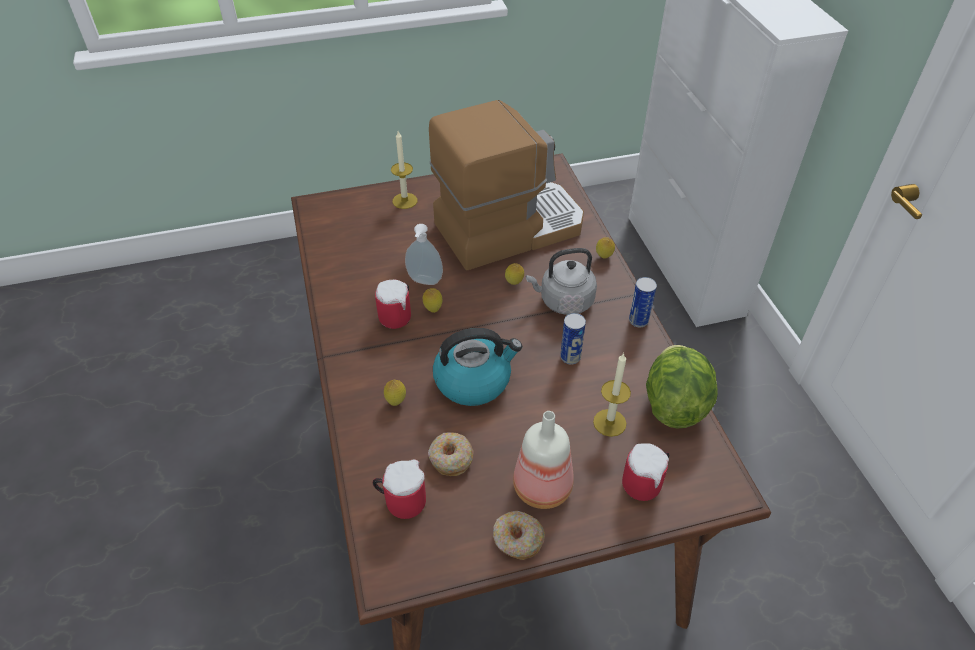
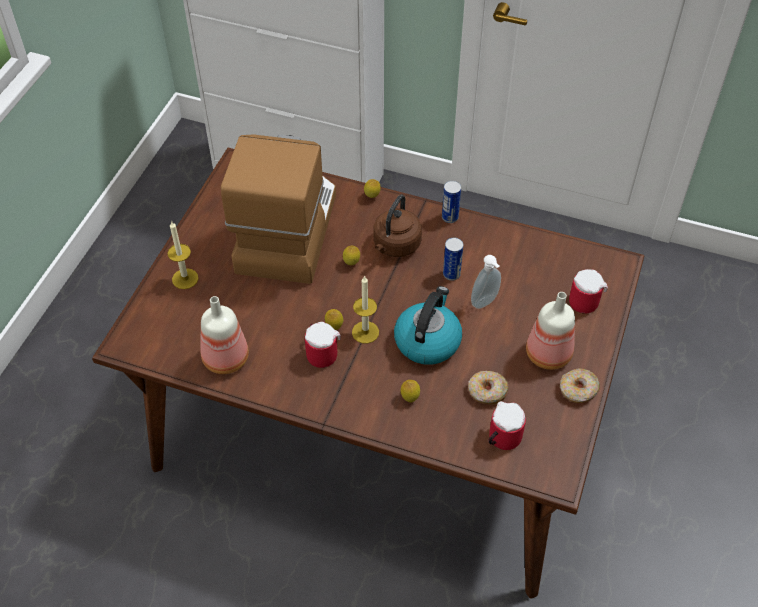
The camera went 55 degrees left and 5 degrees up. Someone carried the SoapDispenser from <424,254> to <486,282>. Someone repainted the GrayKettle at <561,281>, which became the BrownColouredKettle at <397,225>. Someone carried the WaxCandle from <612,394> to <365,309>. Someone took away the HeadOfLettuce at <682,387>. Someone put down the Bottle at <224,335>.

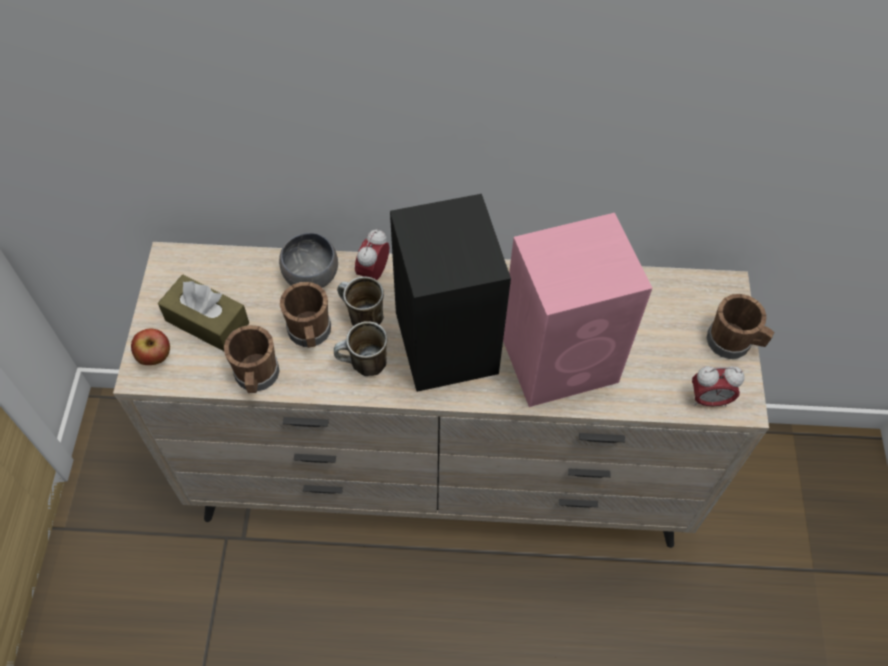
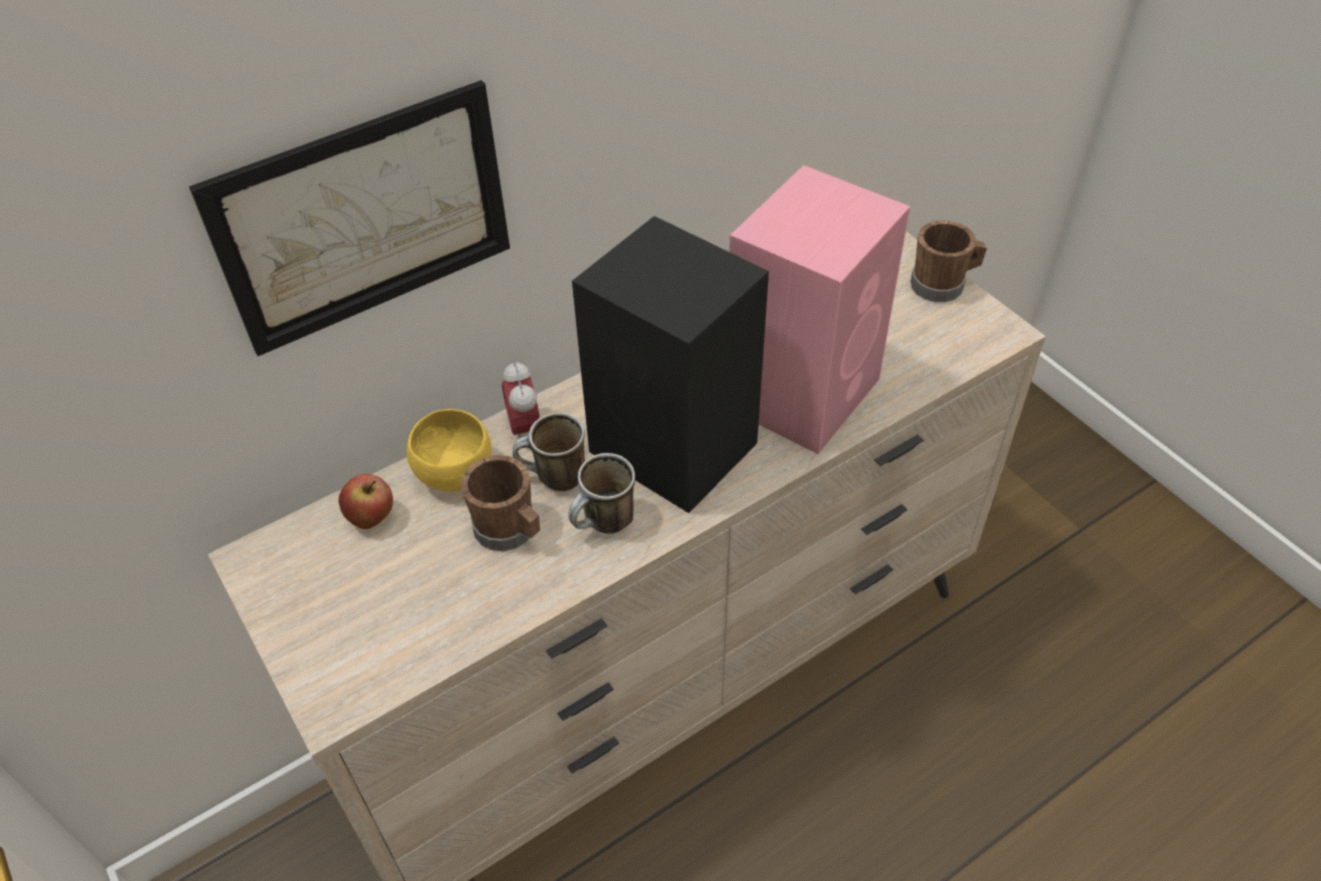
The camera went 35 degrees left and 10 degrees down. Someone carried the AppleFruit from <150,347> to <365,501>. Someone took away the BrownColouredBoxOfTissues at <203,313>. Someone took away the BrownColouredMug at <252,359>. Someone repainted the GrayBowl at <308,260>, which became the YellowColouredBowl at <449,450>. Someone took away the AlarmClock at <718,386>. Someone put up the WallPicture at <349,218>.

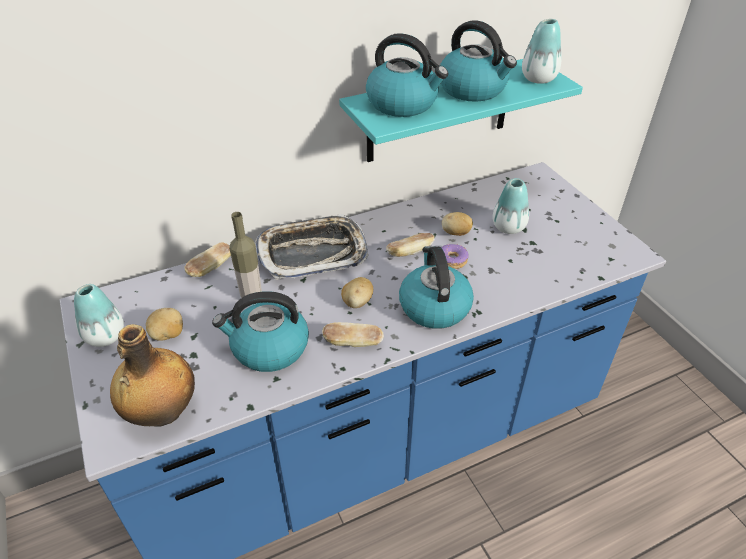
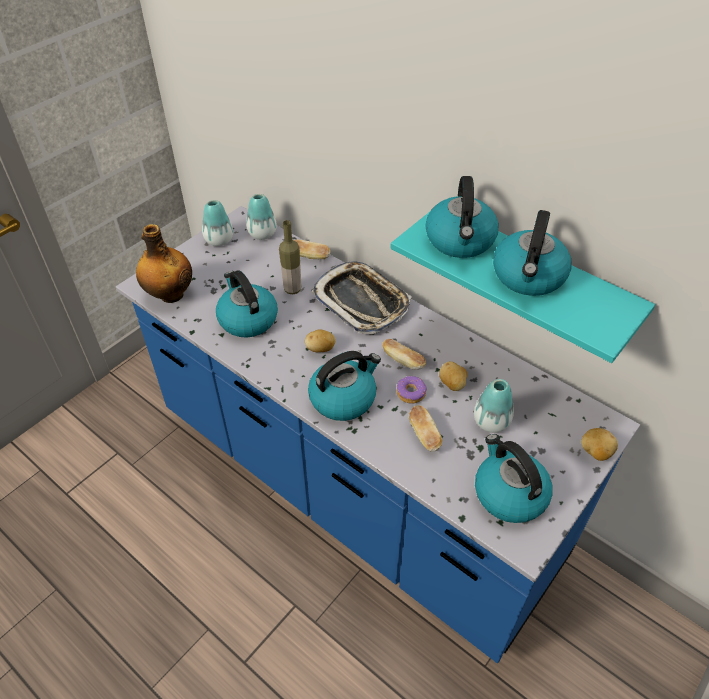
The camera went 65 degrees right and 5 degrees up. Someone carried the Spud from <164,324> to <599,444>. Someone carried the BakeryBread from <353,334> to <425,428>. Someone carried the DecorativeVase from <542,51> to <261,217>. Someone put down the Kettle at <514,478>.

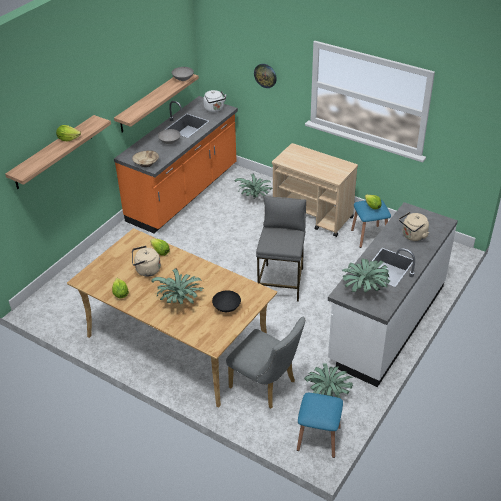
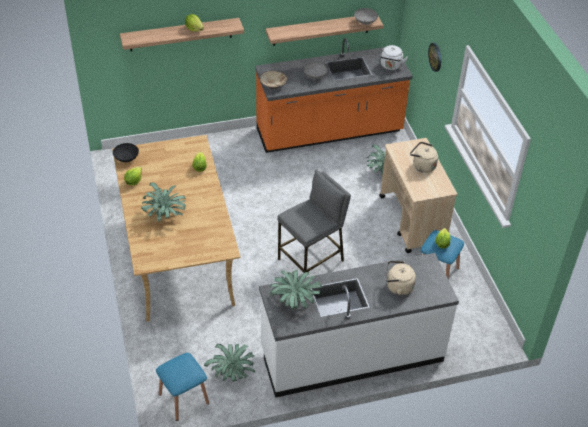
The camera went 40 degrees right and 5 degrees up. Someone carried the BeigeKettle from <146,261> to <424,157>. Someone carried the BlackishBowl from <226,301> to <126,152>. Someone took away the GrayChair at <265,363>.

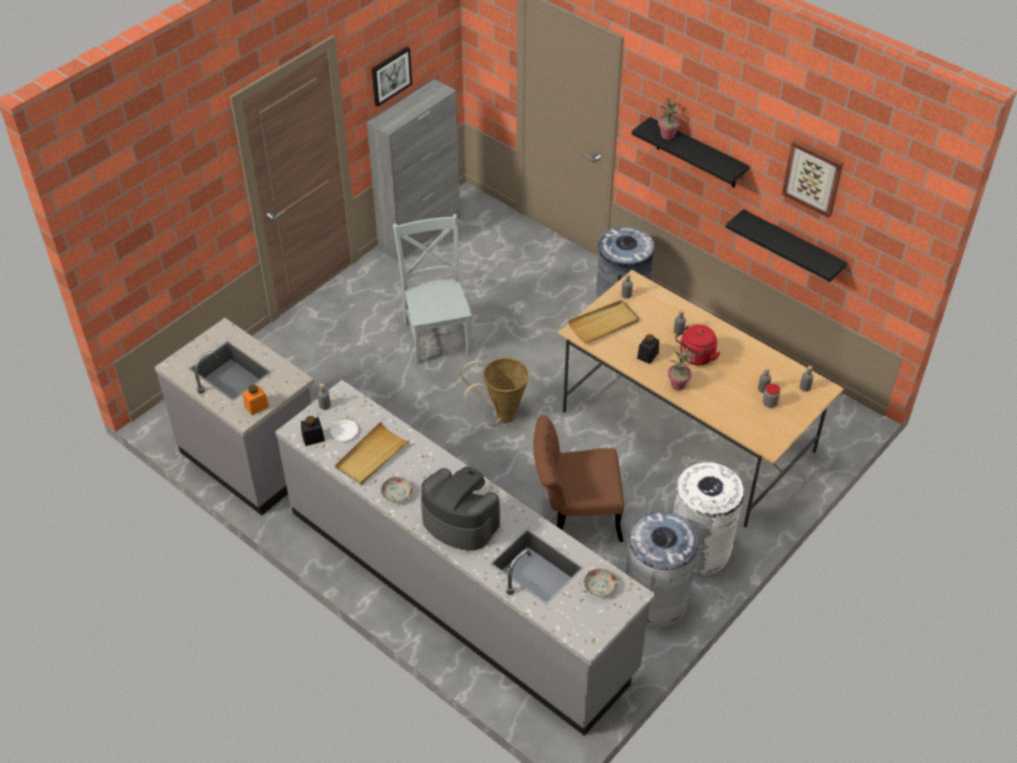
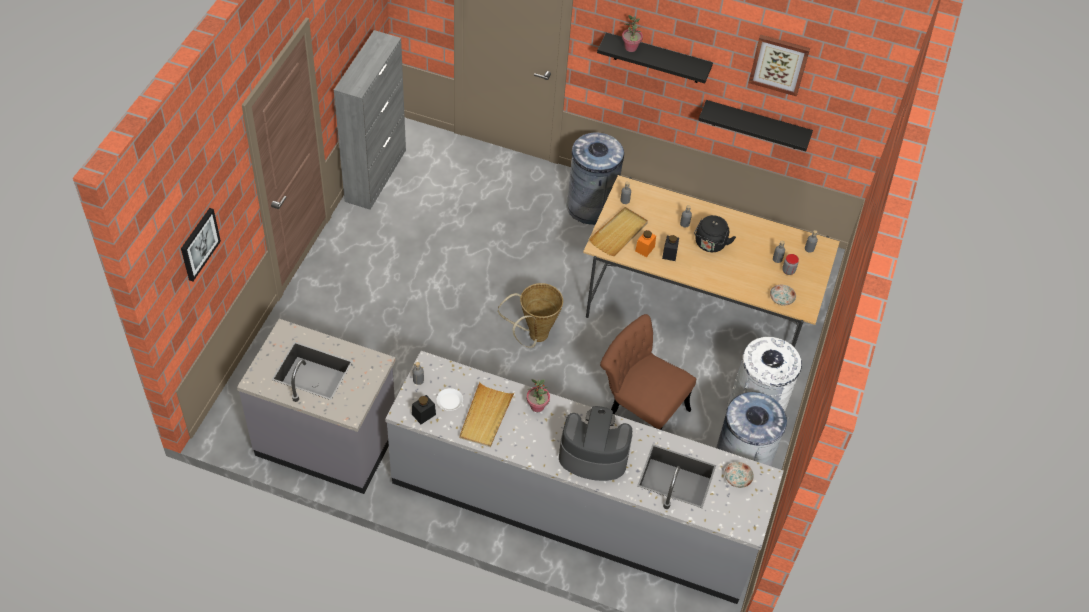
The camera went 25 degrees left and 5 degrees up. Someone carried the OrangePreserveJar from <256,399> to <645,243>. Someone carried the WallPicture from <392,77> to <201,244>. Someone carried the Plate from <397,489> to <783,295>. Someone took away the GrayChair at <432,289>. Someone rotated the BrownColouredChair at <578,478> by 60 degrees clockwise. Someone carried the PlantInAPot from <680,370> to <538,395>. Someone repainted the RedKettle at <697,345>, which became the BlackishKettle at <715,233>.

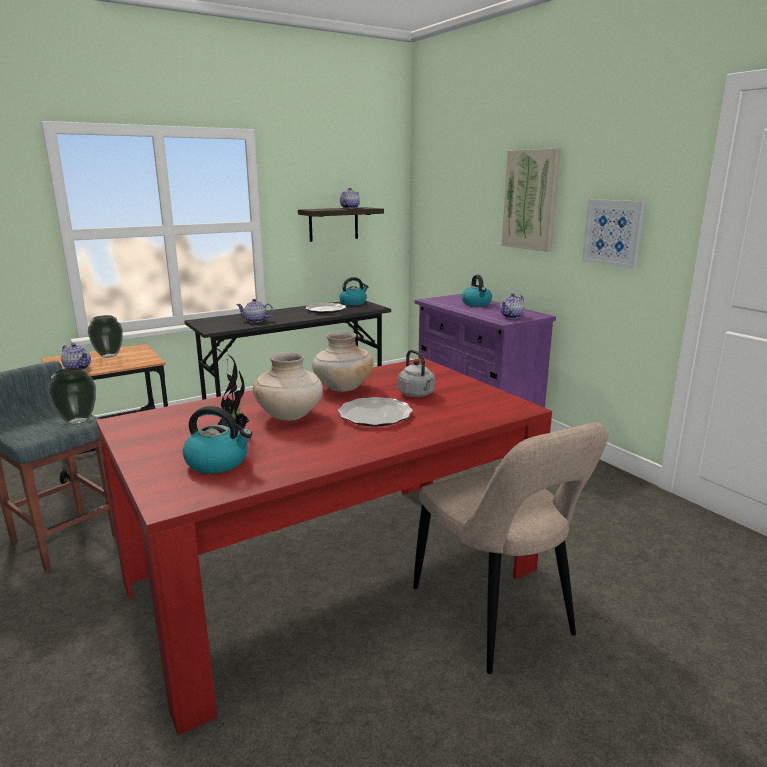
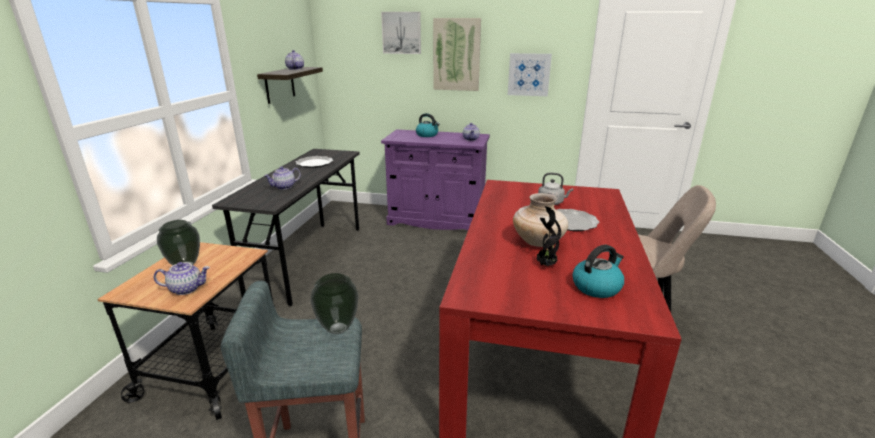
The camera went 45 degrees left and 5 degrees up. Someone took away the BeigeDecorativeVase at <343,361>. Someone took away the Kettle at <354,291>. Someone put up the WallPicture at <401,33>.

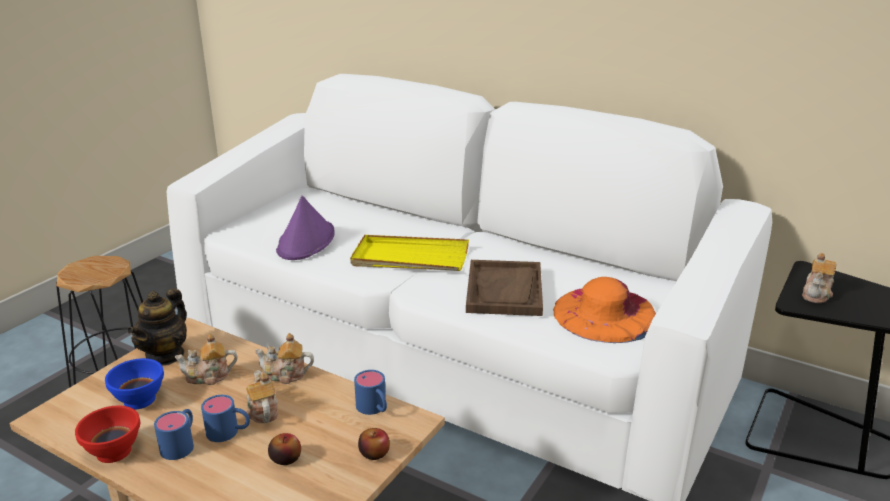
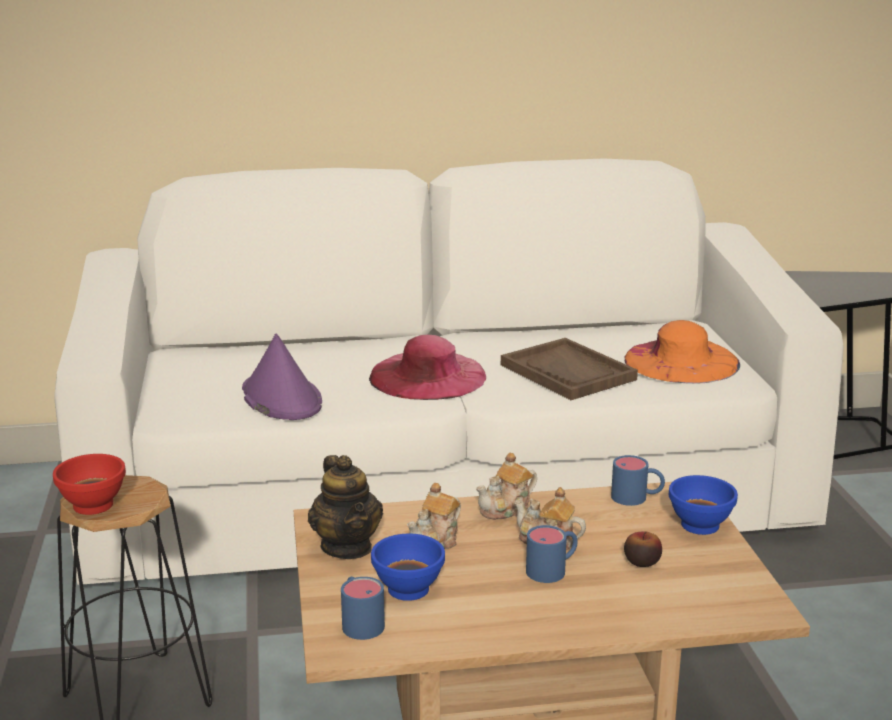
The camera went 40 degrees left and 5 degrees down. Someone carried the RedBowl from <107,434> to <89,484>. Someone carried the BluishMug from <174,434> to <363,608>. Someone swapped the YellowColouredServingTray at <409,253> for the PinkWearableHat at <427,367>. Someone swapped the AppleFruit at <374,444> for the BluishBowl at <703,505>. Someone took away the Teapot at <819,278>.

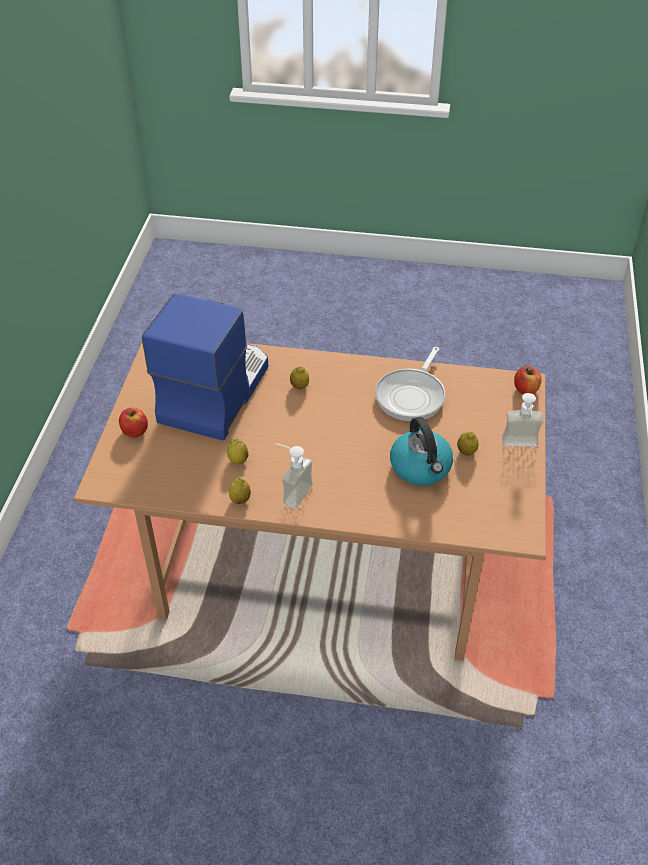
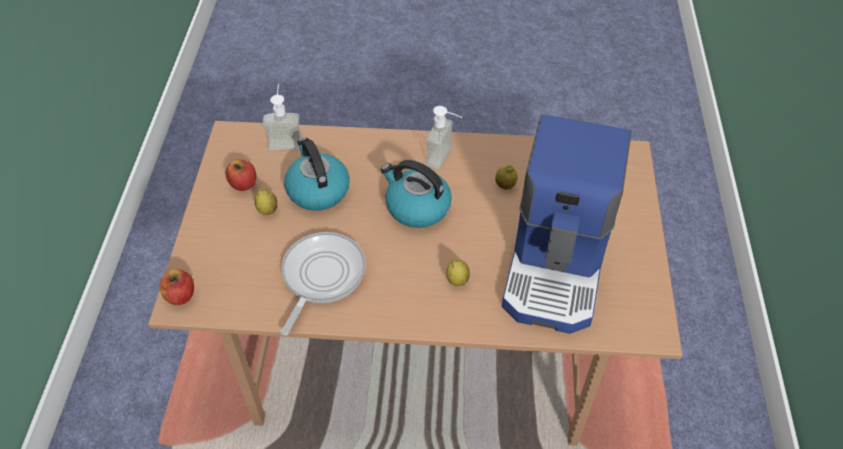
The camera went 175 degrees right and 5 degrees up. Someone carried the AppleFruit from <133,422> to <241,175>. Someone took away the WholeLemon at <240,490>. Someone carried the SoapDispenser from <522,420> to <282,117>. Someone put down the Kettle at <416,194>.

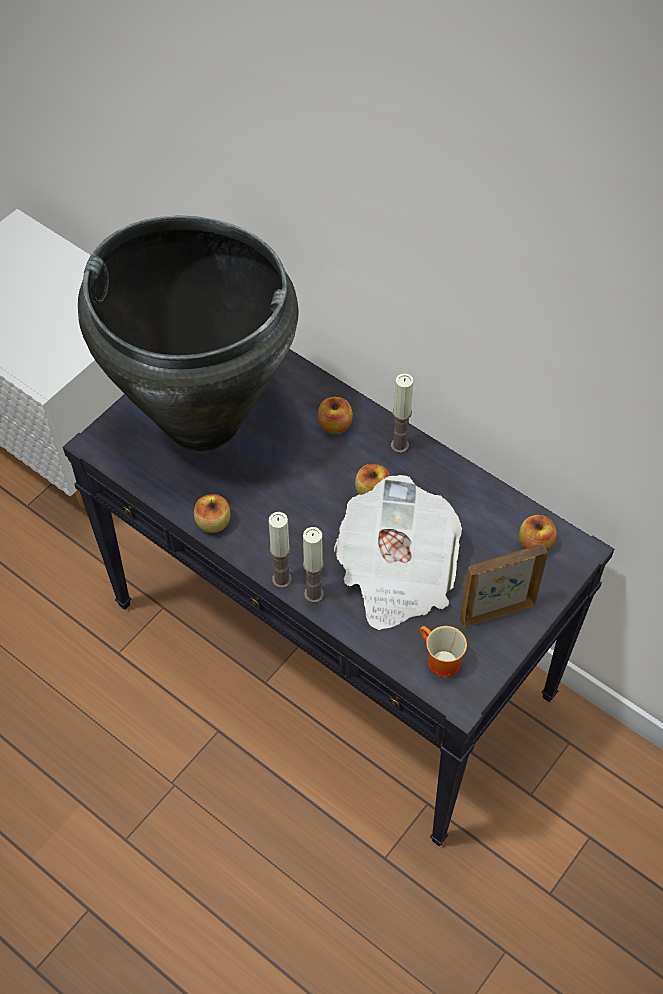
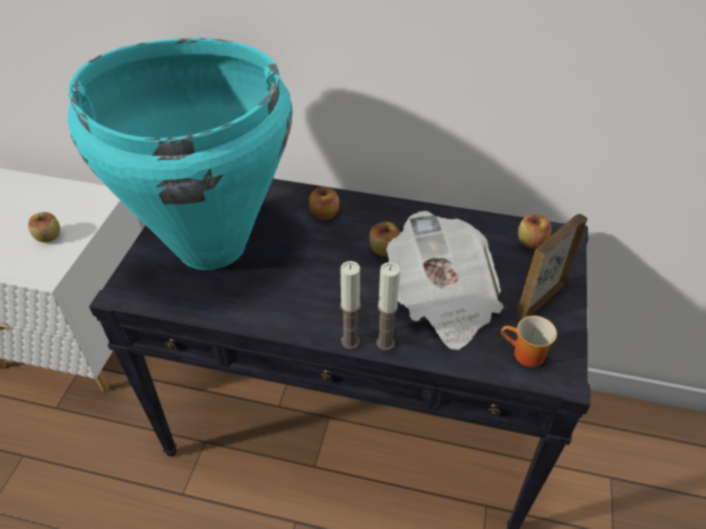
The camera went 25 degrees left and 10 degrees down. Someone repainted the BlackishDecorativeVase at <188,333>, which became the TurquoiseDecorativeVase at <180,154>. Someone carried the AppleFruit from <212,513> to <44,227>. Someone took away the WaxCandle at <402,413>.

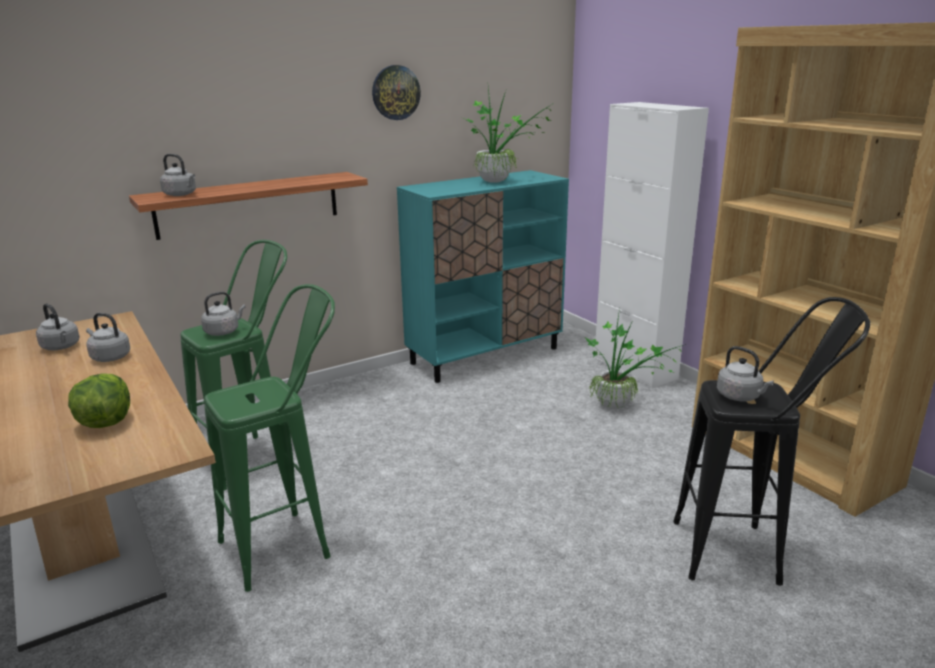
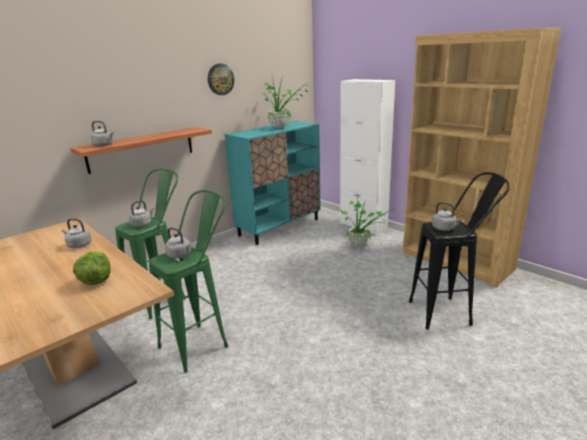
The camera went 10 degrees left and 0 degrees up. Someone carried the GrayKettle from <58,326> to <178,243>.

